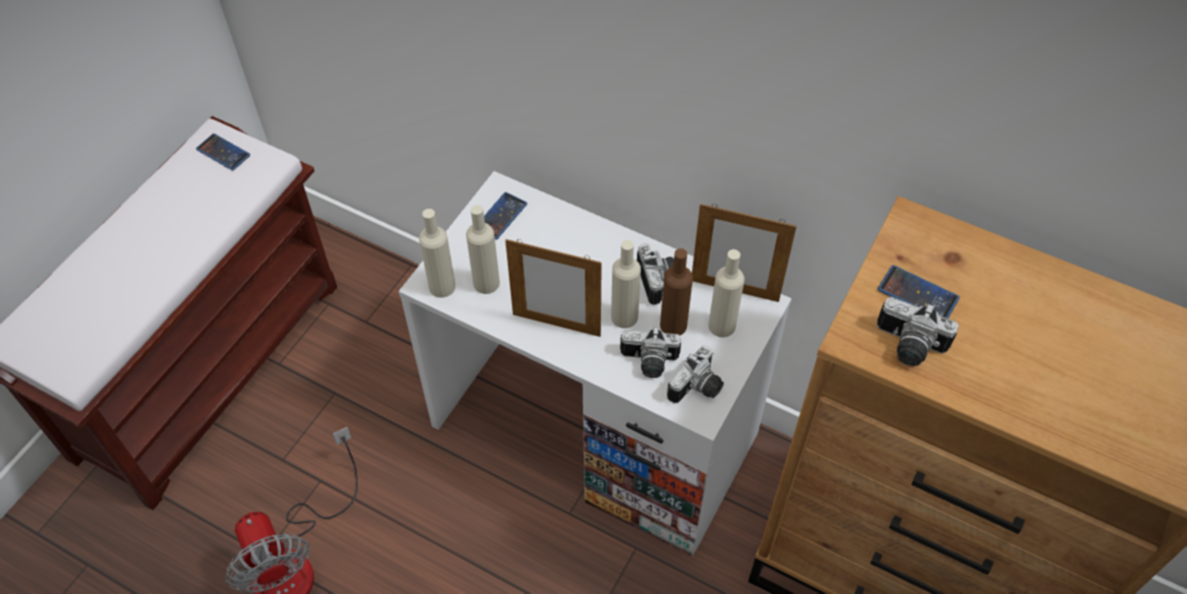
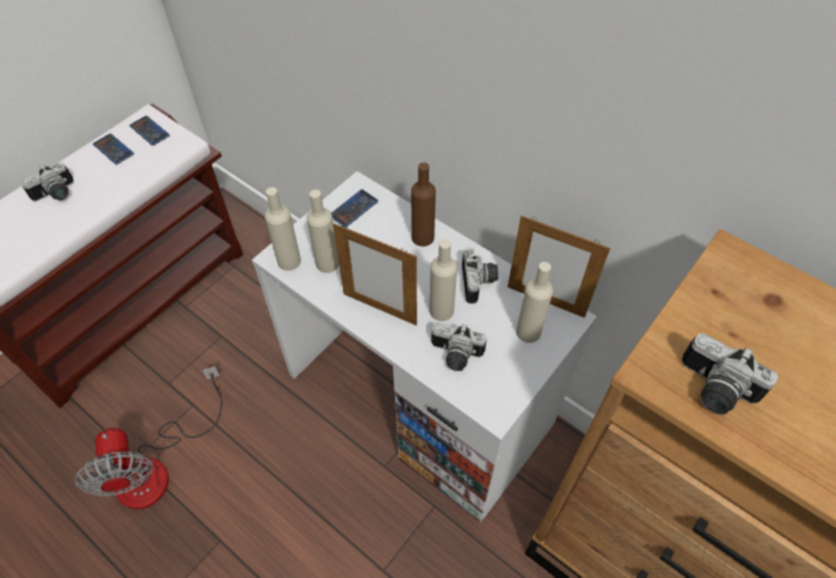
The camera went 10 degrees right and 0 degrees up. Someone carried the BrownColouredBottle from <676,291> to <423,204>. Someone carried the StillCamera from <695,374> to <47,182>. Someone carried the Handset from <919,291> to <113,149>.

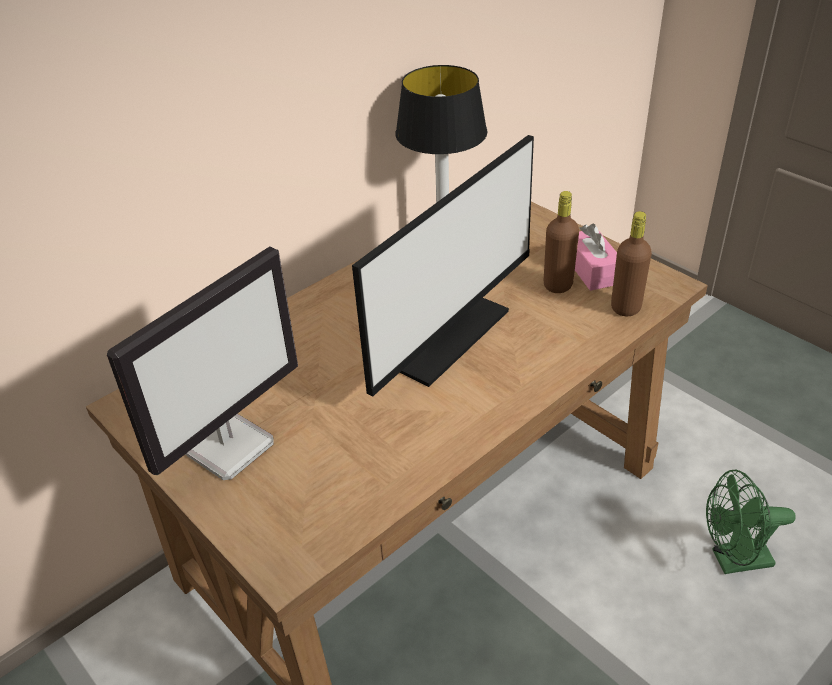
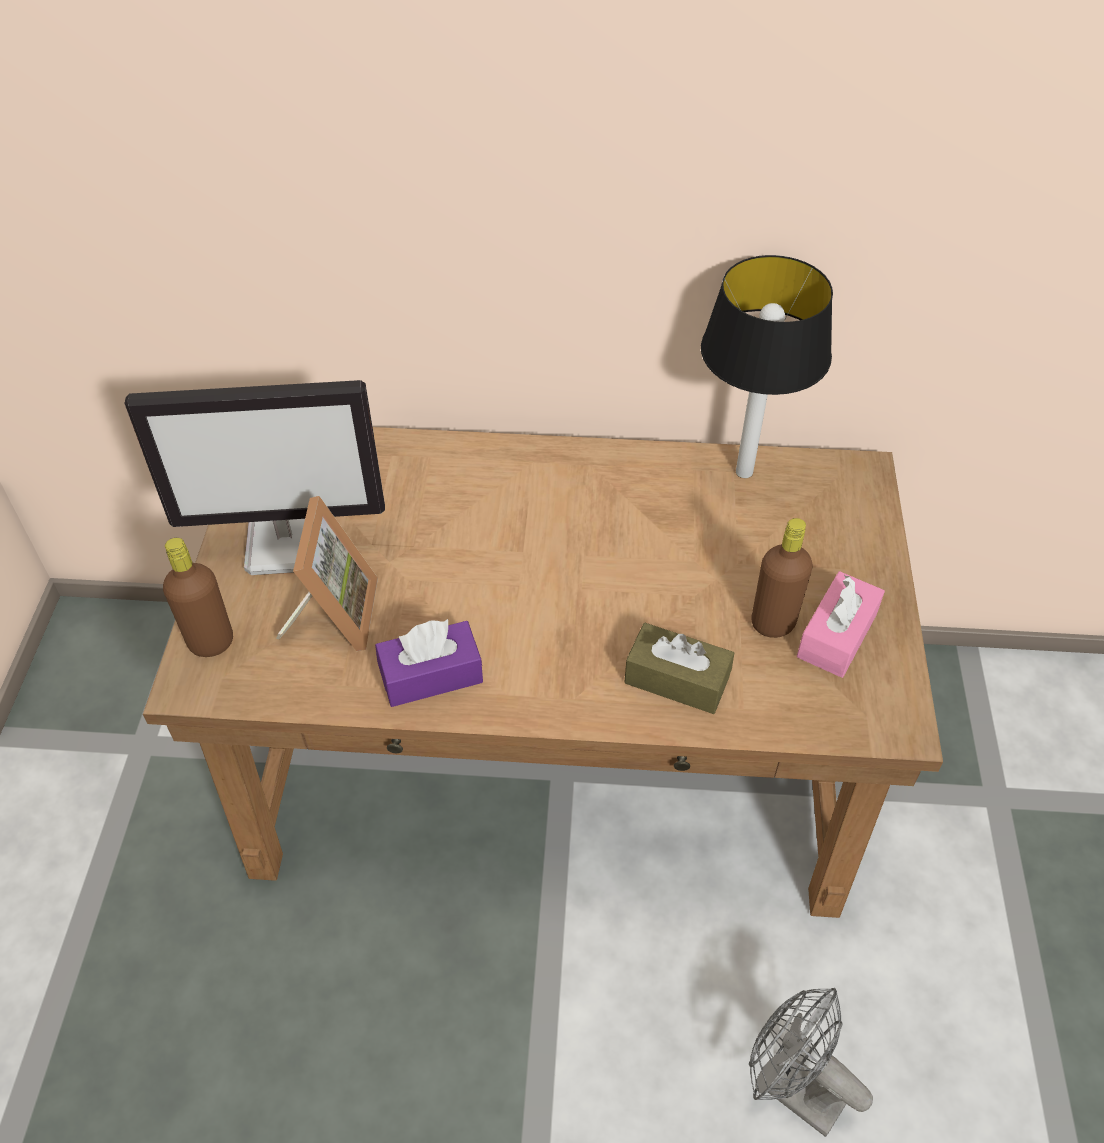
The camera went 45 degrees right and 10 degrees up. Someone took away the ComputerScreen at <443,265>. Someone carried the BrownColouredBottle from <631,263> to <198,597>. Someone repainted the GreenishFan at <751,522>, which became the GrayFan at <811,1062>. Someone put down the PhotoFrame at <327,573>. Someone put down the PurpleColouredBoxOfTissues at <429,663>. Someone put down the BrownColouredBoxOfTissues at <679,668>.

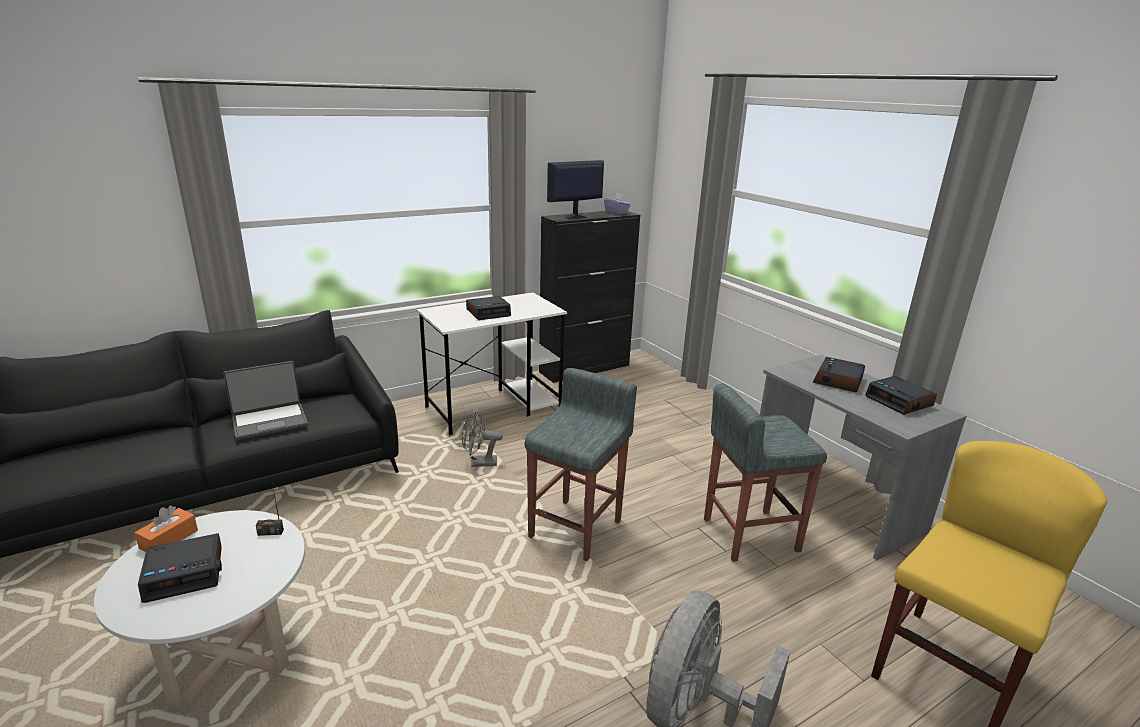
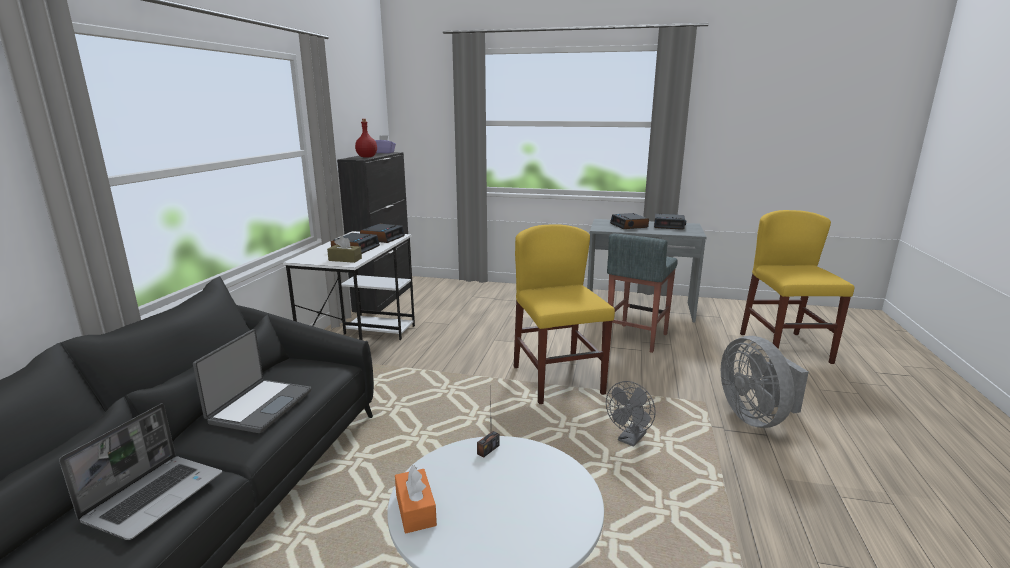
The camera went 45 degrees left and 5 degrees down. Someone carried the AlarmClock from <180,568> to <382,233>. Someone carried the GrayFan from <482,439> to <631,414>. Someone swapped the GrayStool at <581,464> for the YellowColouredChair at <564,314>. Someone swapped the ComputerScreen at <575,189> for the RedBottle at <366,138>. Someone put down the NotebookComputer at <140,471>. Someone put down the BrownColouredBoxOfTissues at <344,249>.

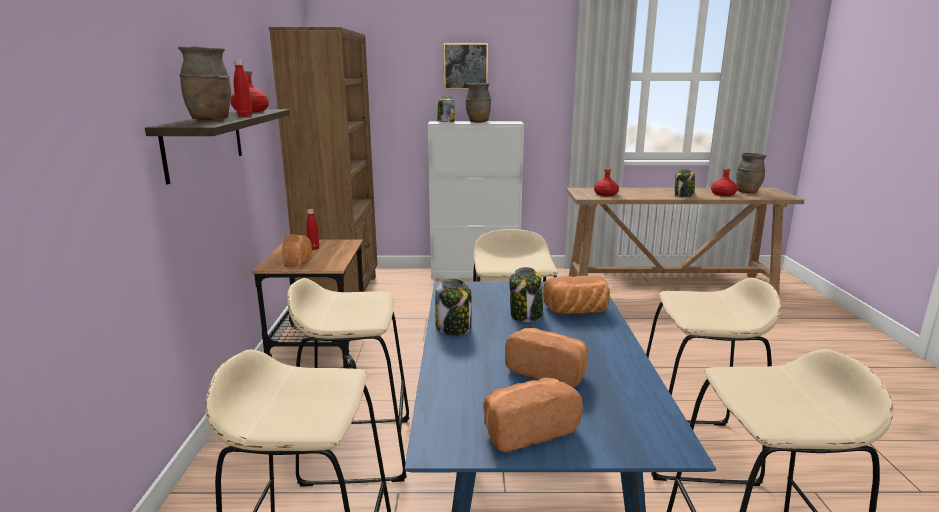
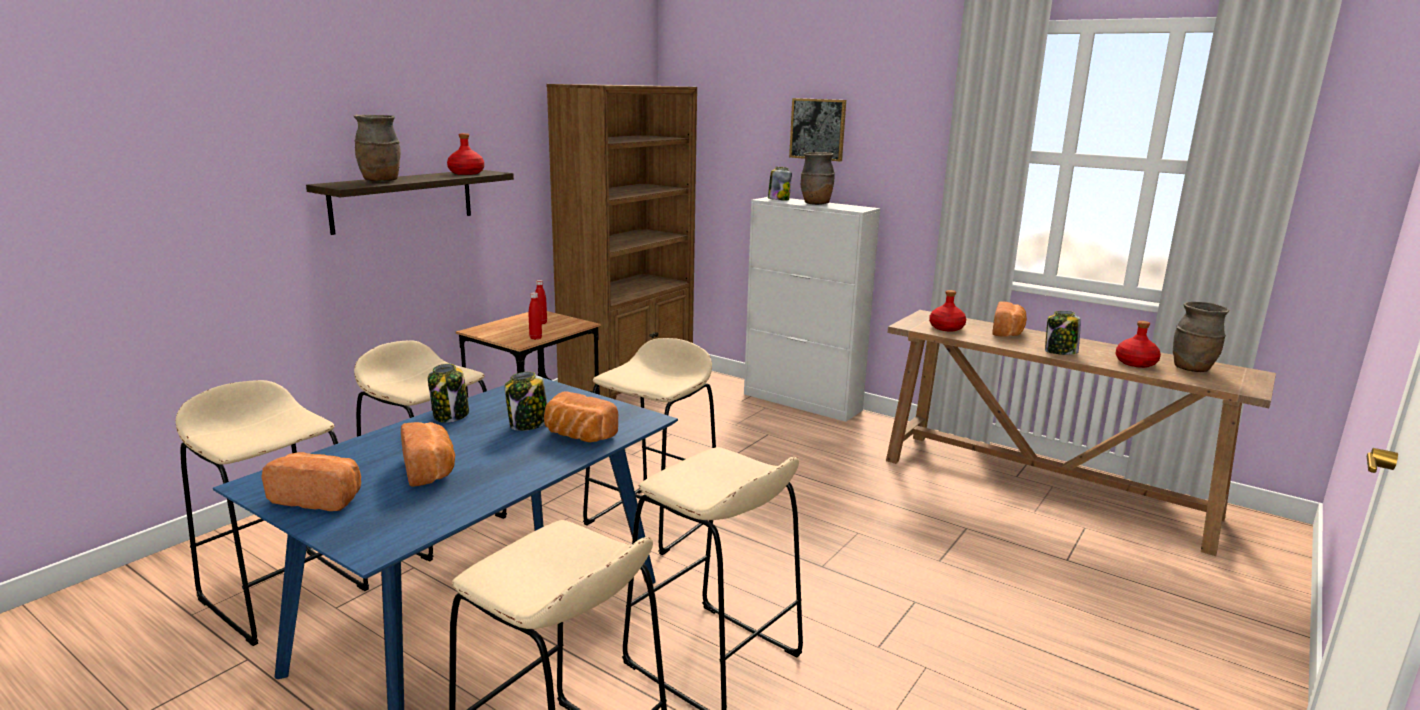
The camera went 35 degrees right and 0 degrees up. Someone carried the RedBottle from <243,88> to <535,316>. Someone carried the BakeryBread from <297,250> to <1009,319>.

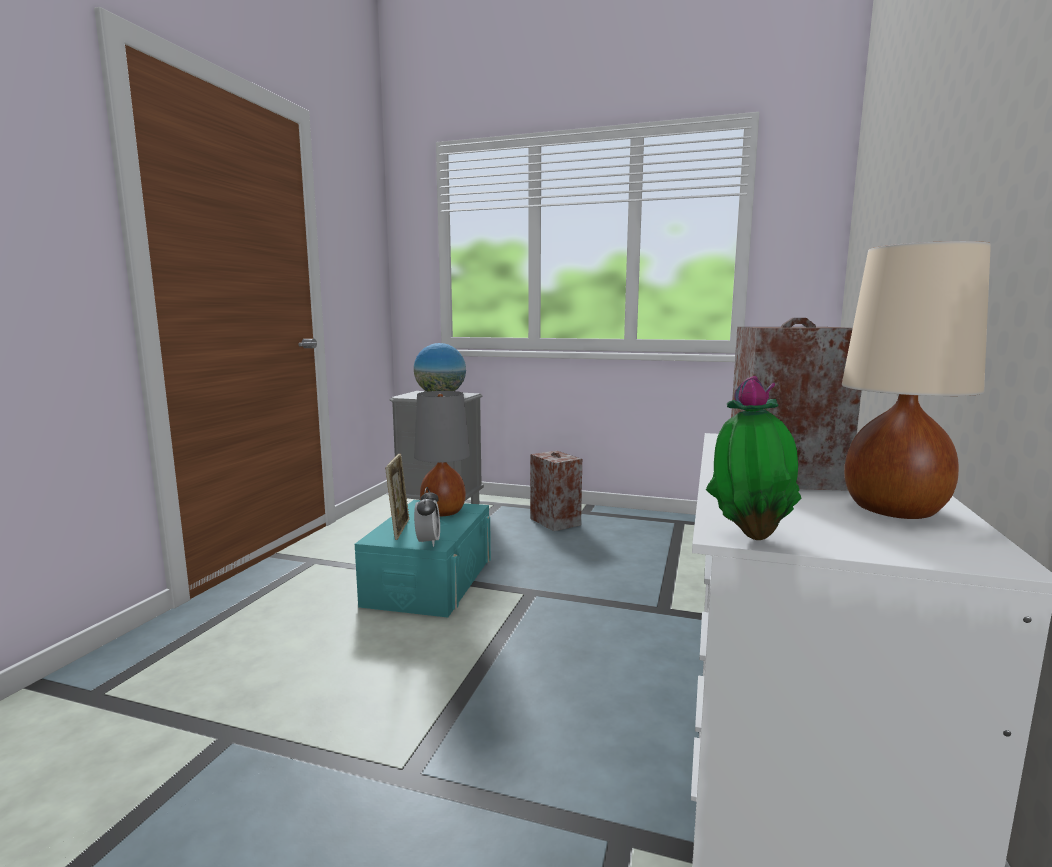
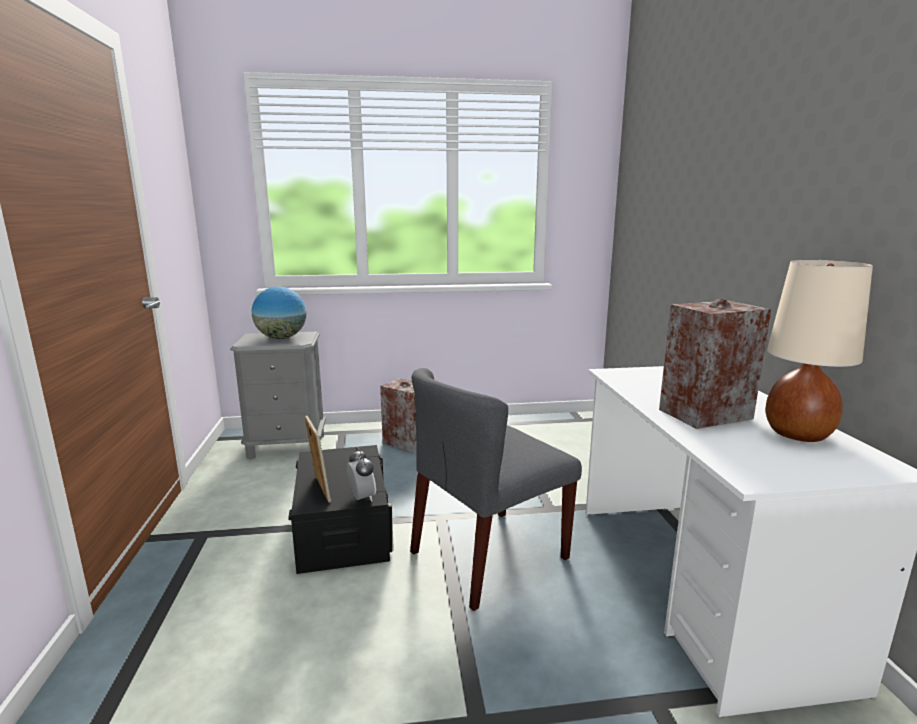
The camera went 25 degrees left and 5 degrees up. Someone repainted the TurquoiseStorageBin at <423,559>, which became the BlackishStorageBin at <341,509>. Someone took away the GrayLampForATable at <442,453>. Someone took away the PlantInAPot at <754,458>. Someone put down the GrayChair at <496,489>.

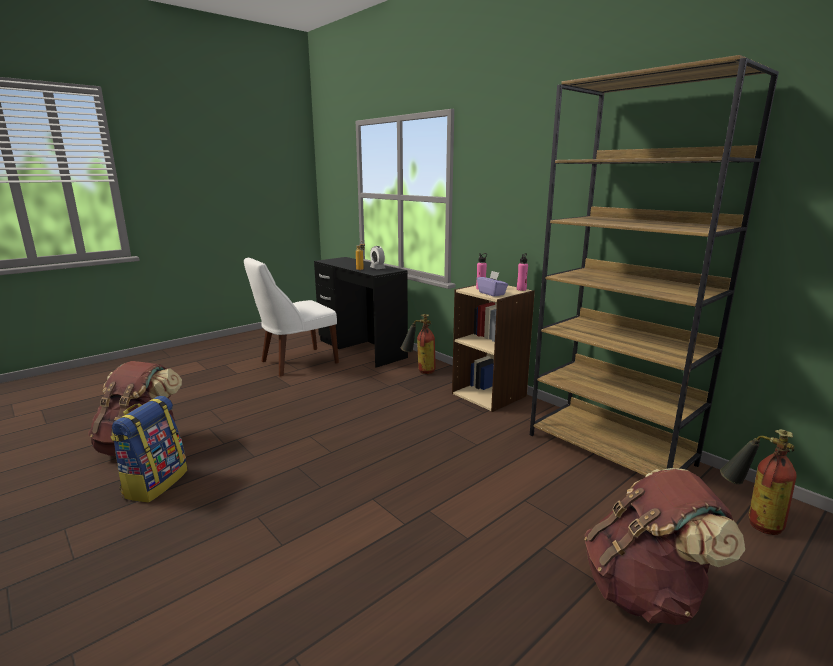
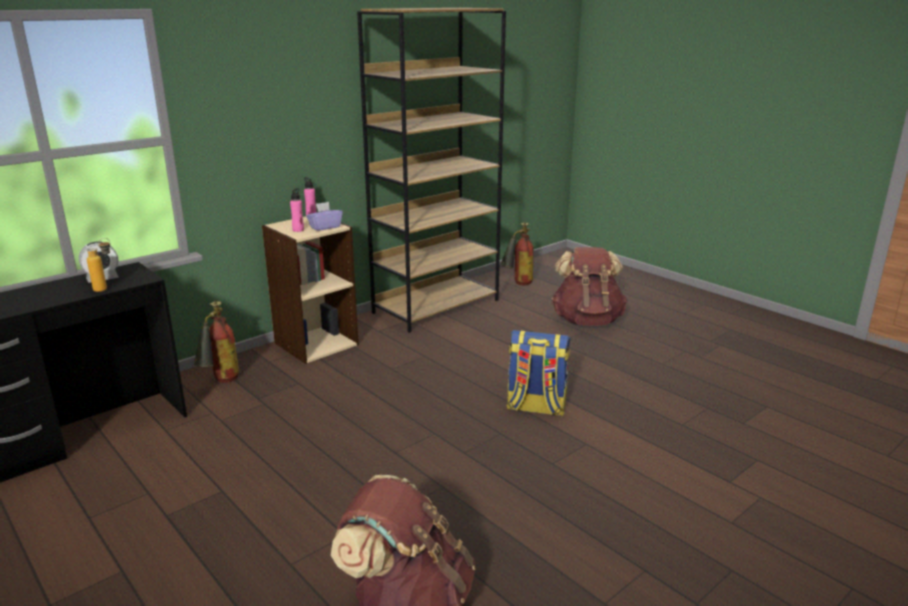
The camera went 90 degrees left and 5 degrees up. Someone carried the Backpack from <149,449> to <538,373>. Someone took away the WhiteChair at <291,317>.

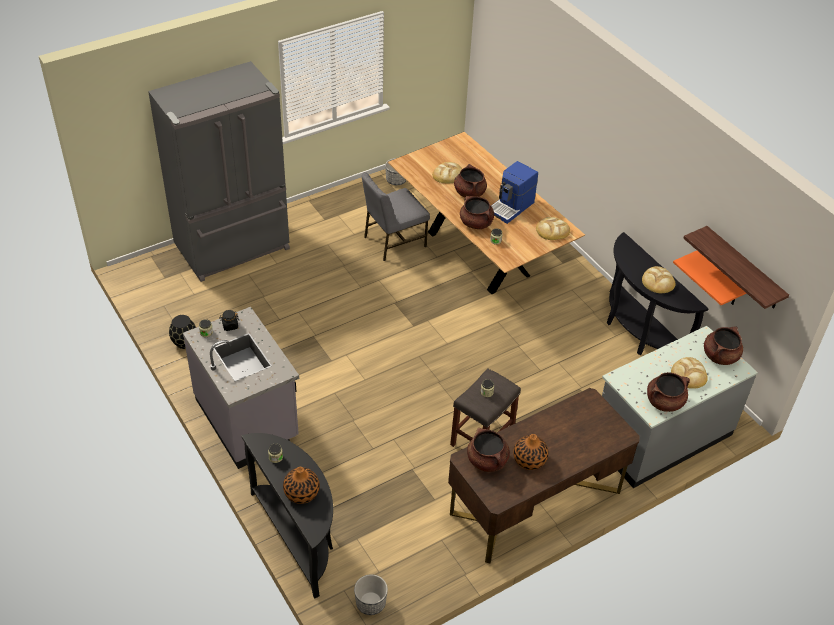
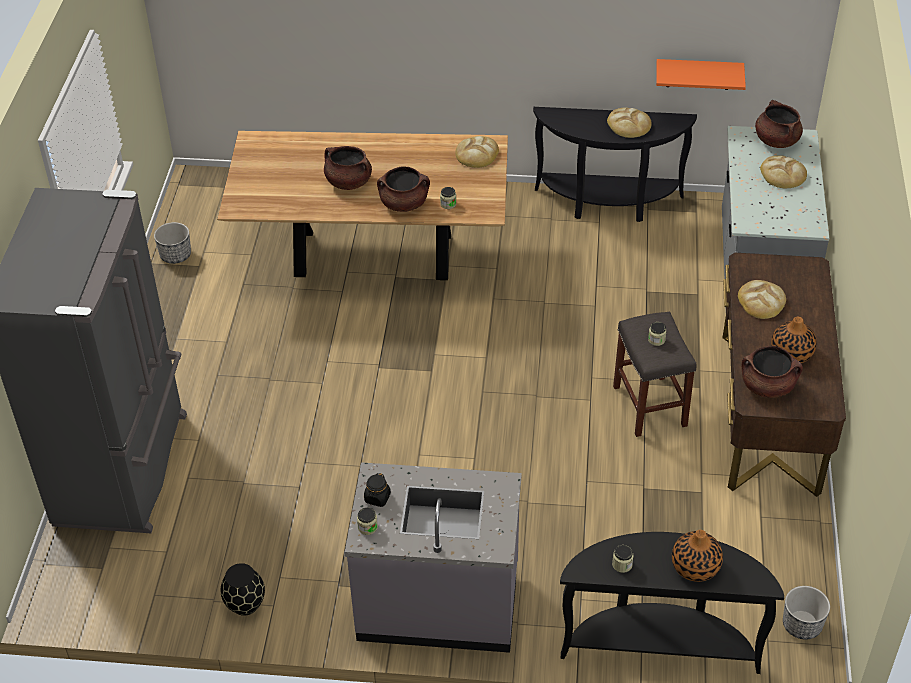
The camera went 50 degrees left and 0 degrees up. Someone took away the GrayChair at <396,216>. Someone carried the BakeryBread from <447,172> to <762,299>. Someone took away the CoffeeBrewer at <514,192>. Someone took away the BrownColouredSaucepot at <668,392>. Someone took away the Shelf at <736,267>.

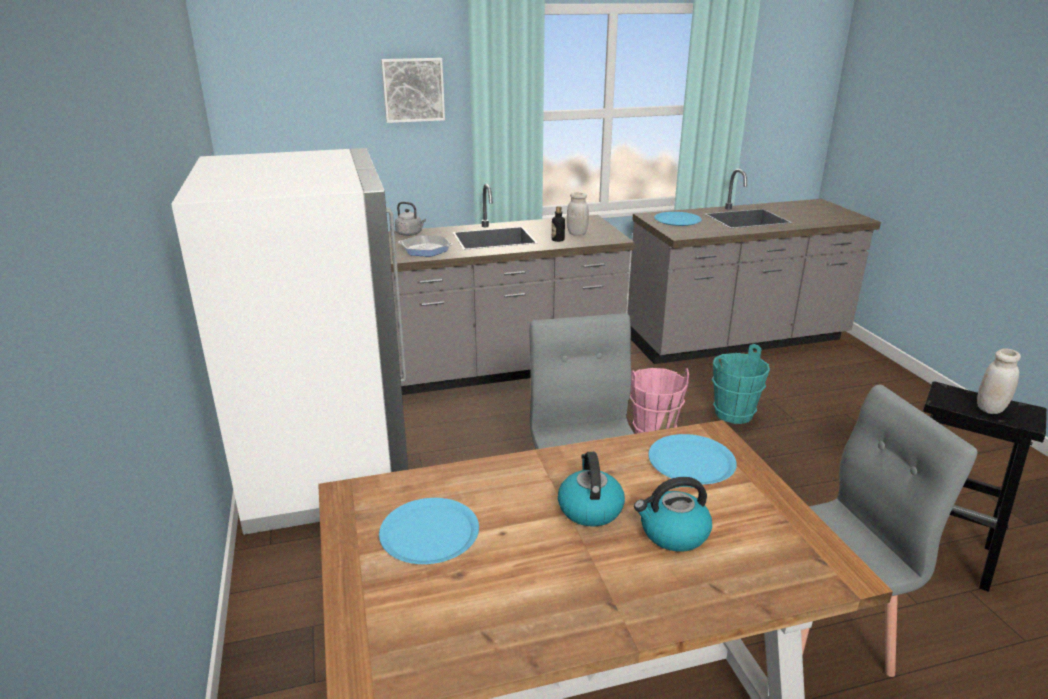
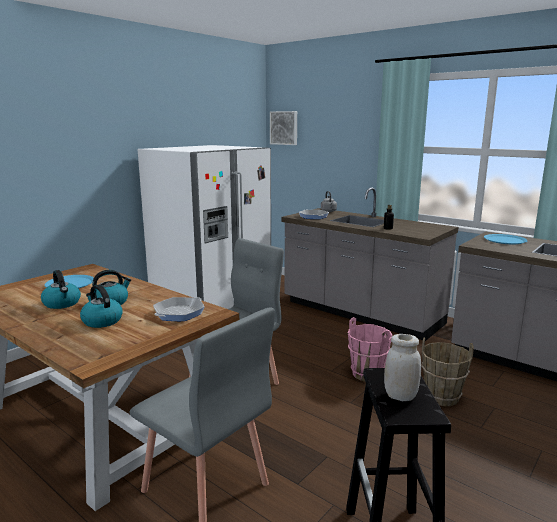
The camera went 55 degrees right and 10 degrees down. Someone carried the WallPicture from <413,90> to <283,128>. Someone took away the WhitePreserveJar at <578,214>. Someone swapped the BluishPlate at <692,459> for the FryingPan at <178,309>. Someone repainted the TurquoisePail at <741,384>, which became the BrownColouredPail at <447,372>. Someone put down the Kettle at <61,289>.

